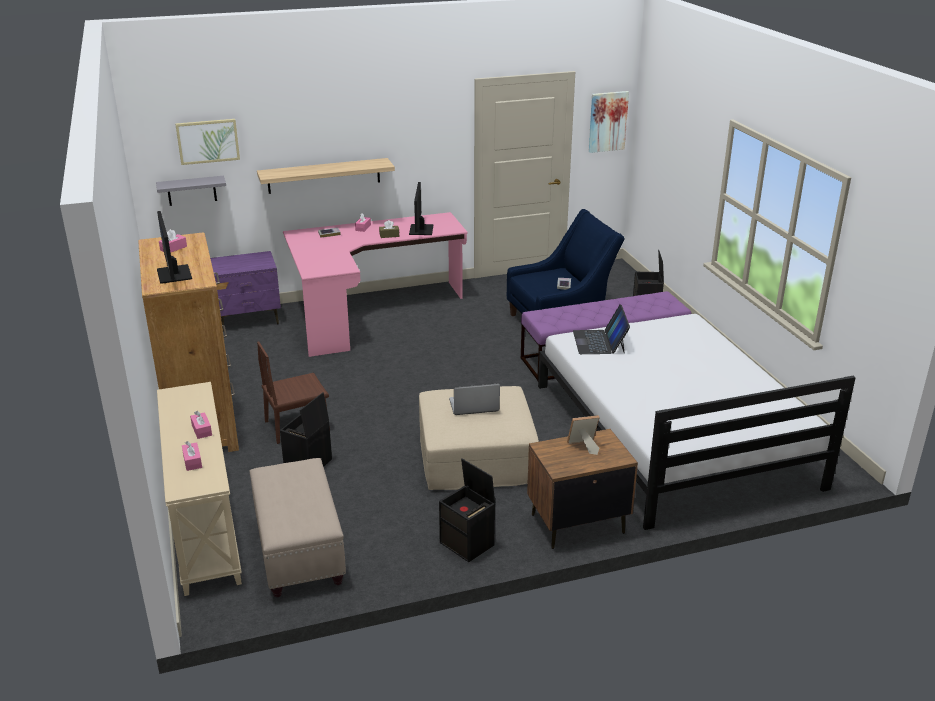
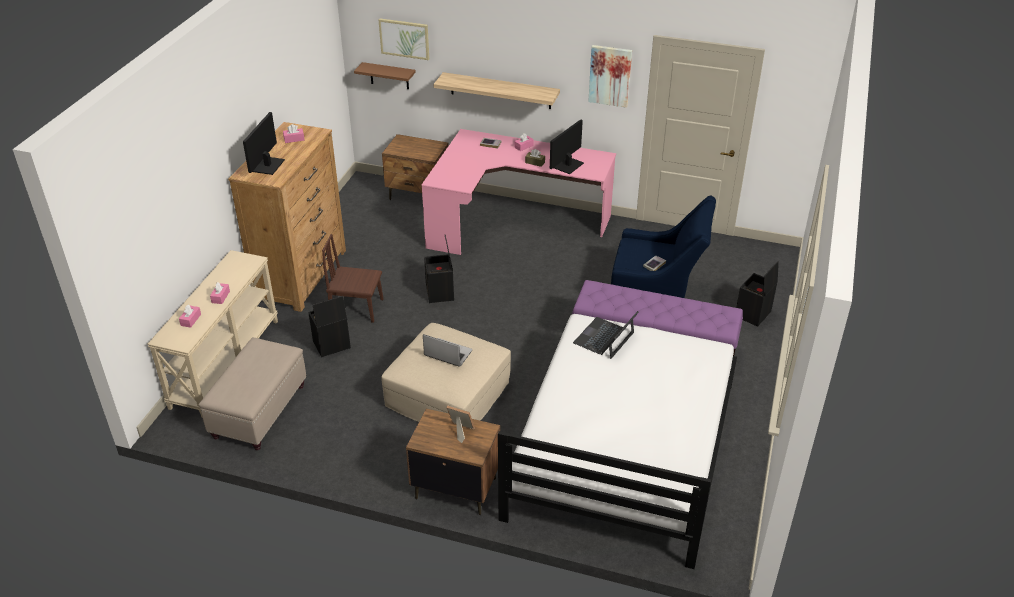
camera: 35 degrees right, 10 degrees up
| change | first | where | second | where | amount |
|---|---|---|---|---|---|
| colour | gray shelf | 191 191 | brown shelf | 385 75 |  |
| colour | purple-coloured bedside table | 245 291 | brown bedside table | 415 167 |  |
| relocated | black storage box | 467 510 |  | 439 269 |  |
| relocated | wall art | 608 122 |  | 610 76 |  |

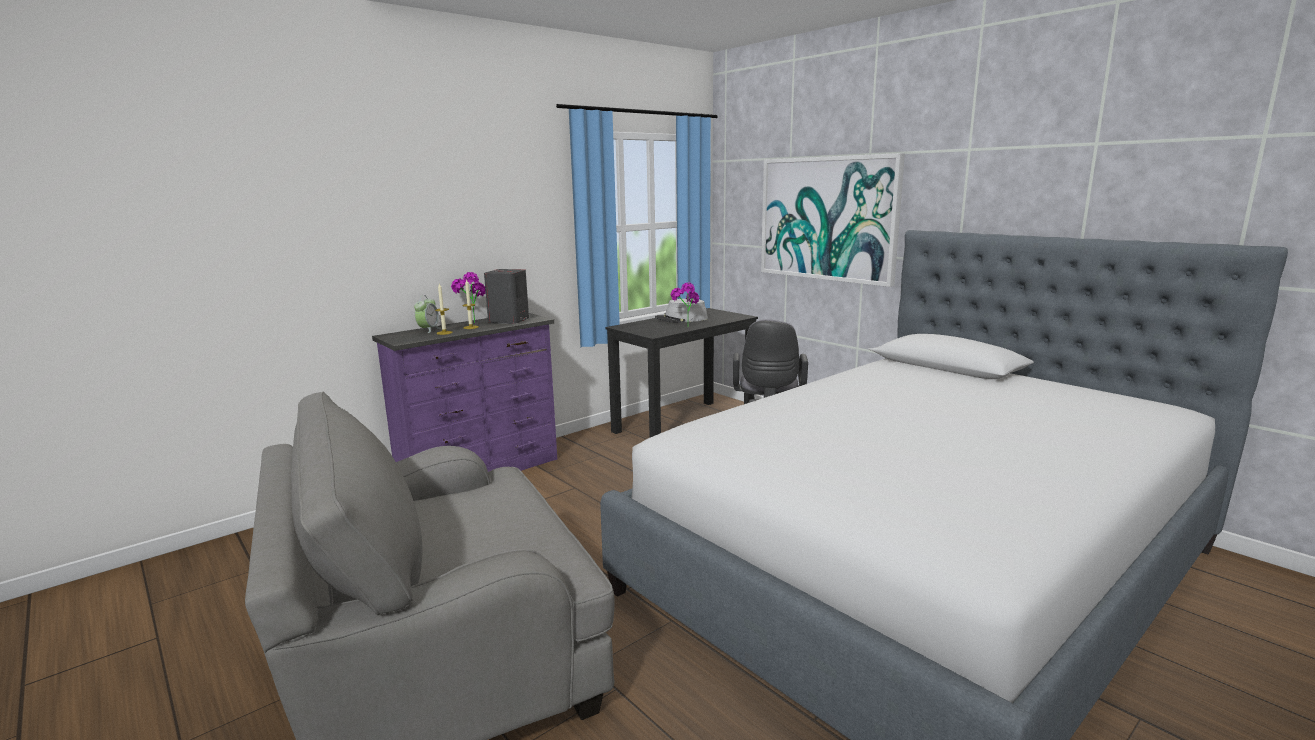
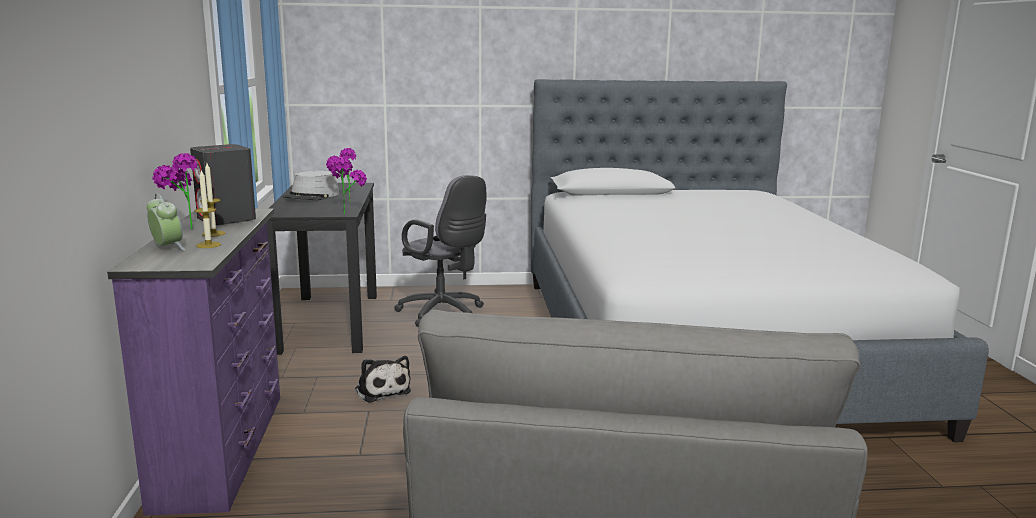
camera: 55 degrees left, 0 degrees up
| change | first | where | second | where | amount |
|---|---|---|---|---|---|
| missing | wall art | 833 220 |  |  |  |
| appeared |  |  | potted plant | 349 186 |  |
| appeared |  |  | soft toy | 383 379 |  |

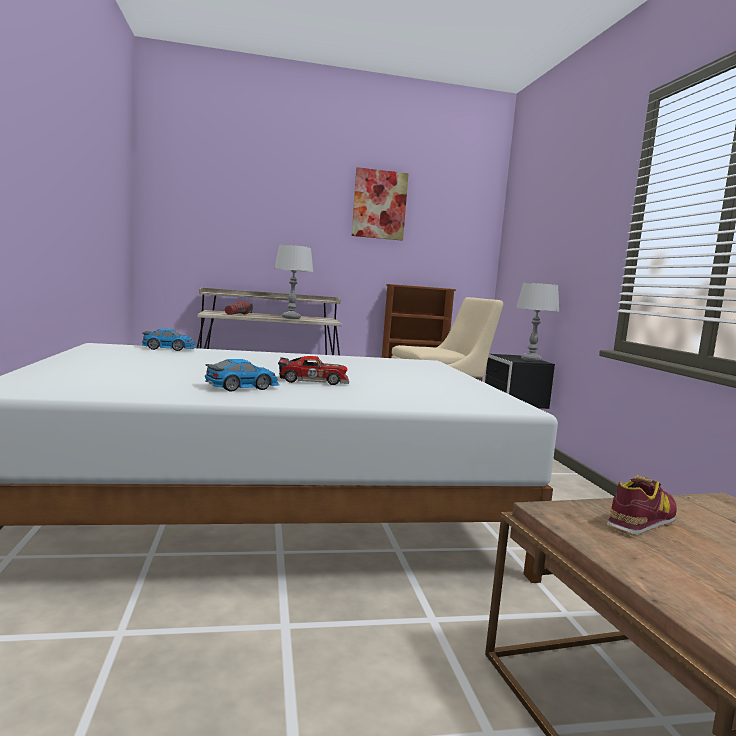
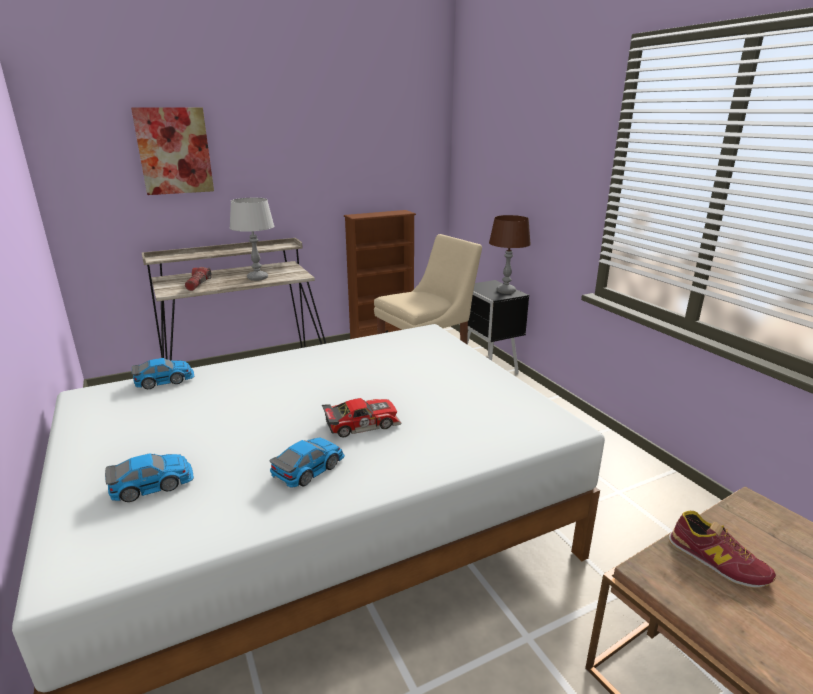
camera: 15 degrees left, 15 degrees up
| change | first | where | second | where | amount |
|---|---|---|---|---|---|
| relocated | wall art | 380 204 |  | 172 151 |  |
| colour | gray tabletop lamp | 537 322 | brown tabletop lamp | 510 254 |  |
| spun | item of footwear | 642 505 |  | 722 549 | 105 degrees clockwise |
| appeared |  |  | toy car | 149 477 |  |

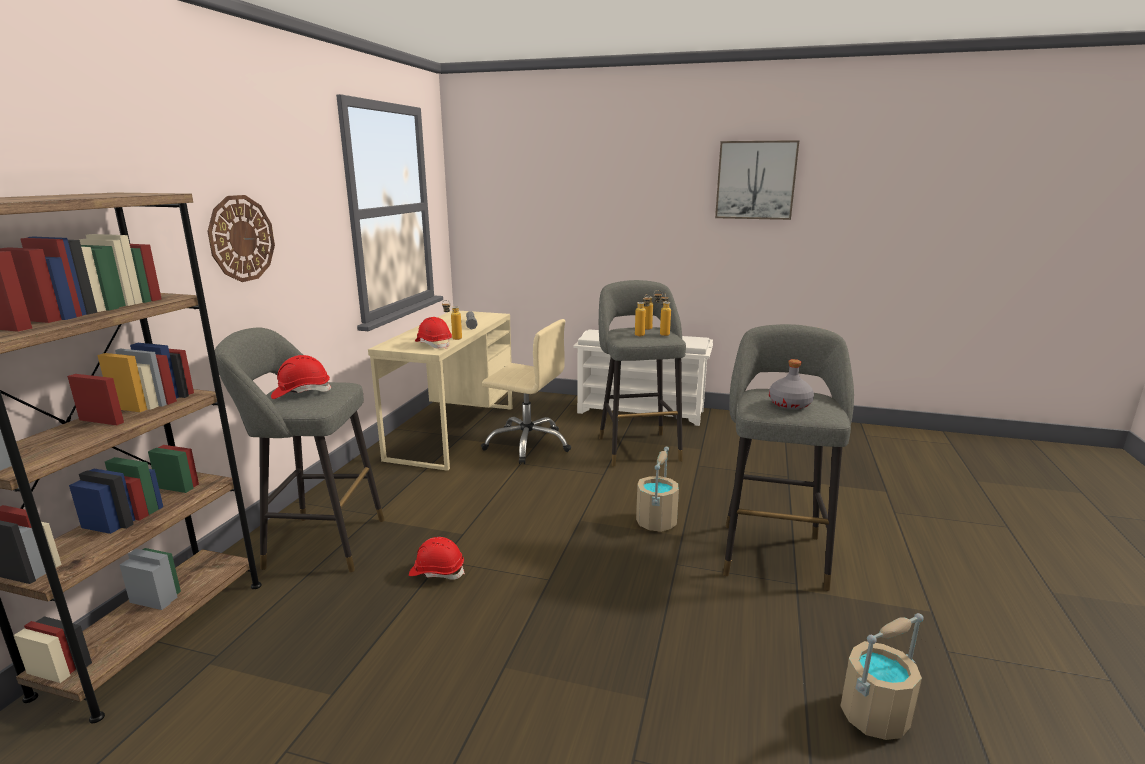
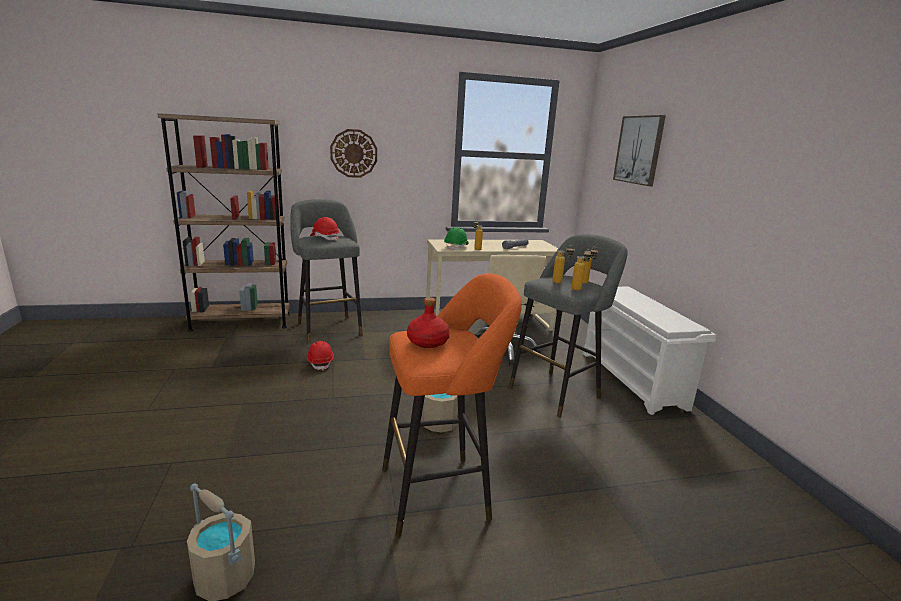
camera: 60 degrees right, 0 degrees up
| change | first | where | second | where | amount |
|---|---|---|---|---|---|
| colour | red-coloured work helmet | 433 333 | green-coloured work helmet | 456 239 |  |
| relocated | wall art | 757 180 |  | 639 150 |  |
| colour | gray stool | 788 457 | orange stool | 452 405 |  |
| colour | gray beverage bottle | 791 384 | red-coloured beverage bottle | 428 322 |  |

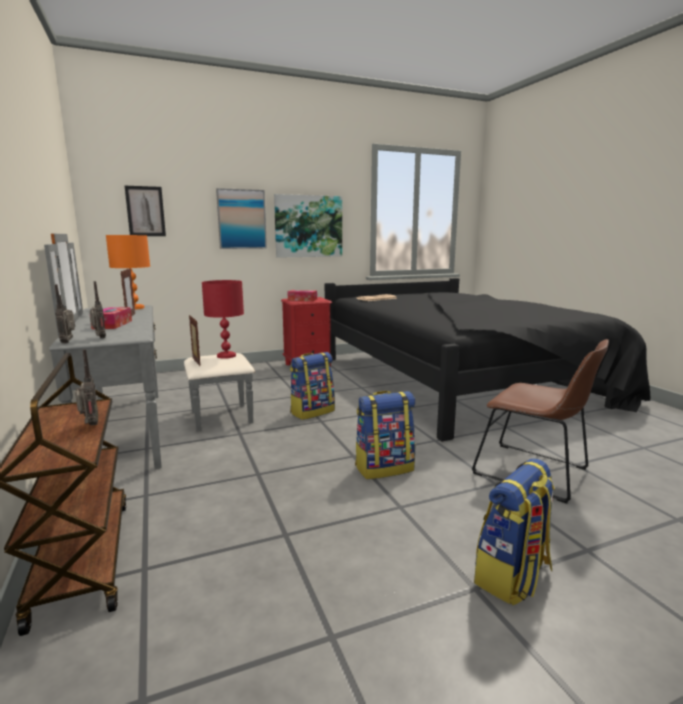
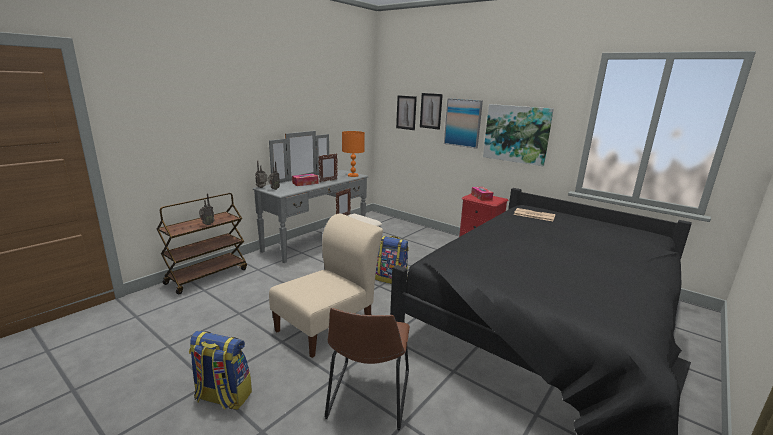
camera: 60 degrees right, 5 degrees up
| change | first | where | second | where | amount |
|---|---|---|---|---|---|
| missing | red-coloured tabletop lamp | 223 319 |  |  |  |
| exchanged | rucksack | 385 435 | sand-coloured chair | 326 286 |  |
| appeared |  |  | wall art | 431 111 |  |

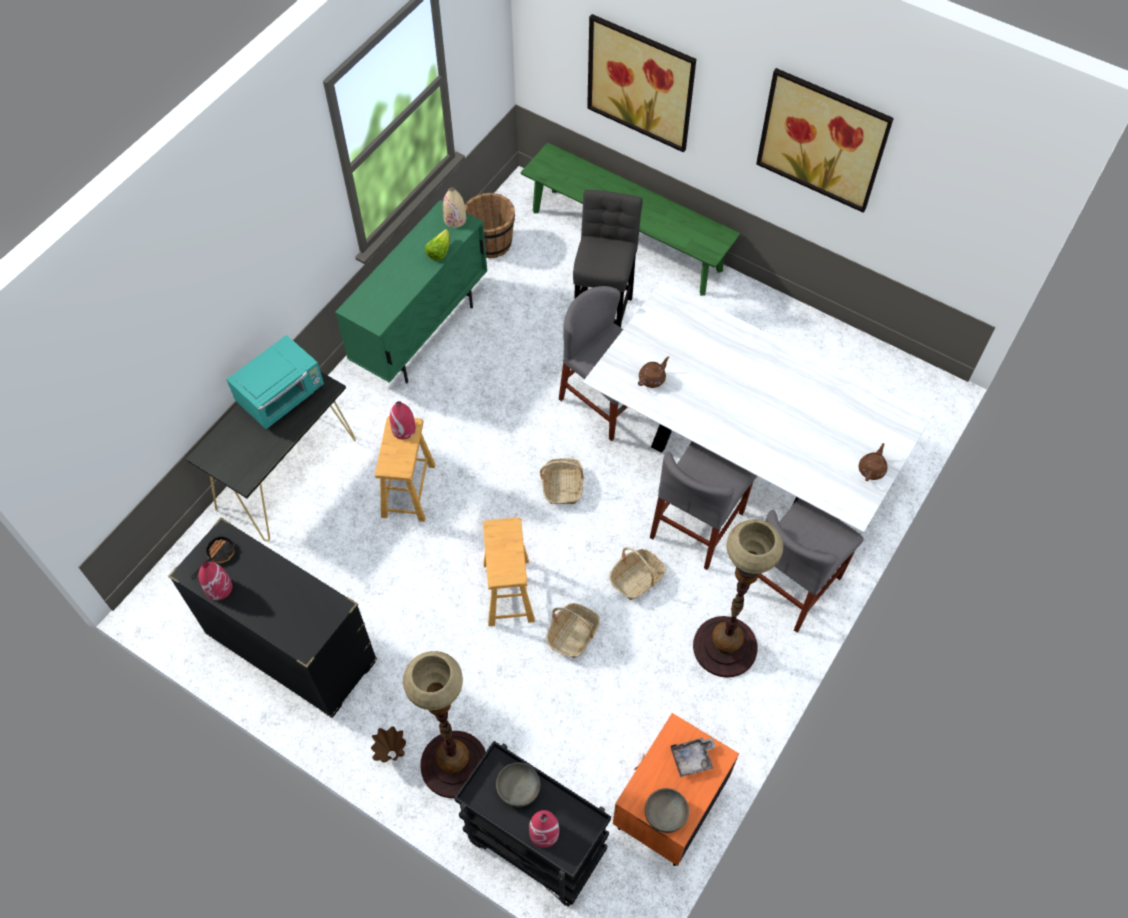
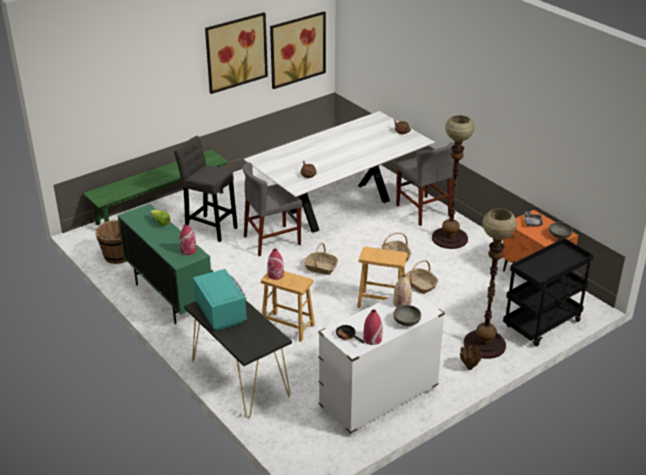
camera: 70 degrees left, 25 degrees down
| change | first | where | second | where | amount |
|---|---|---|---|---|---|
| colour | black drawer chest | 272 617 | white drawer chest | 381 362 |  |
| relocated | sand-coloured decorative vase | 454 207 |  | 402 291 |  |
| relocated | gray serving bowl | 518 784 |  | 407 315 |  |
| relocated | red-coloured decorative vase | 544 829 |  | 188 239 |  |
| relocated | wall art | 641 83 |  | 298 50 |  |
| missing | gray chair | 703 505 |  |  |  |

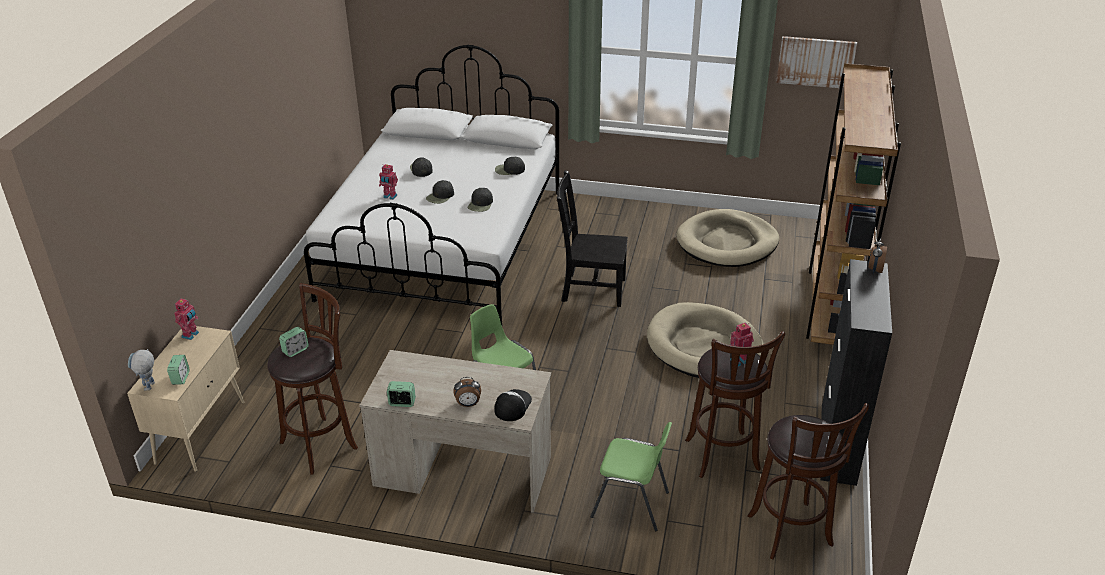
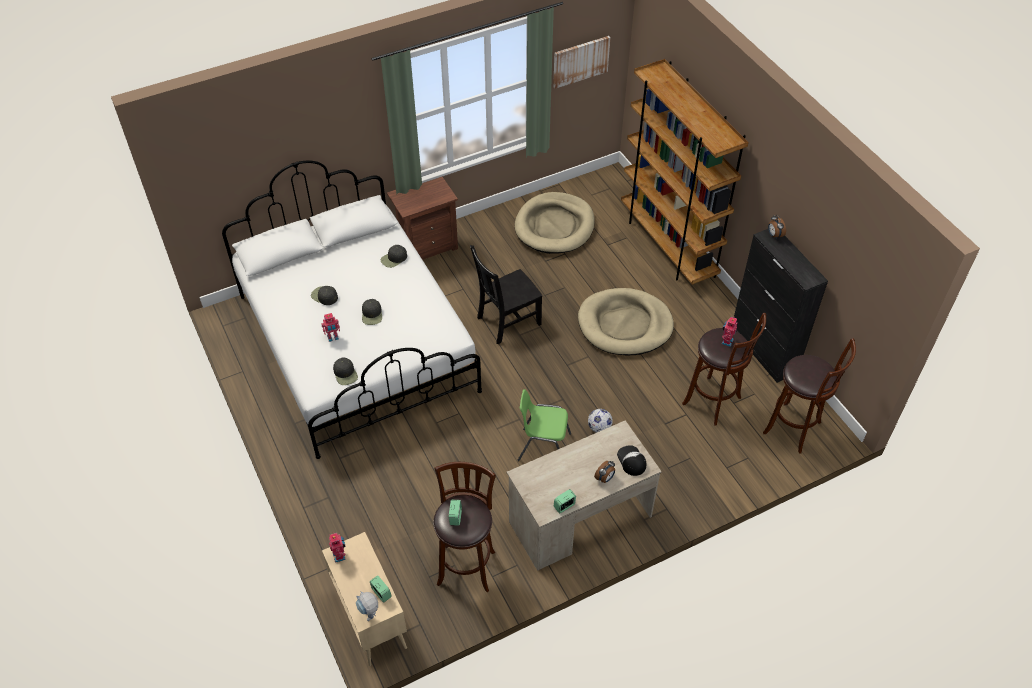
camera: 40 degrees left, 15 degrees up
| change | first | where | second | where | amount |
|---|---|---|---|---|---|
| relocated | black peaked cap | 480 200 |  | 345 371 |  |
| missing | green-coloured chair | 631 476 |  |  |  |
| appeared |  |  | brown bedside table | 422 218 |  |
| appeared |  |  | ball for football | 600 421 |  |

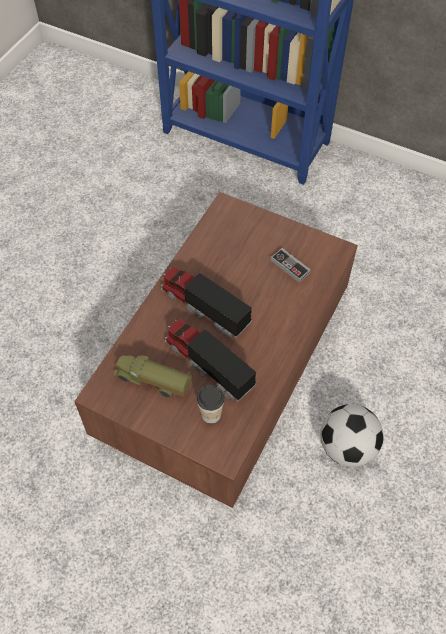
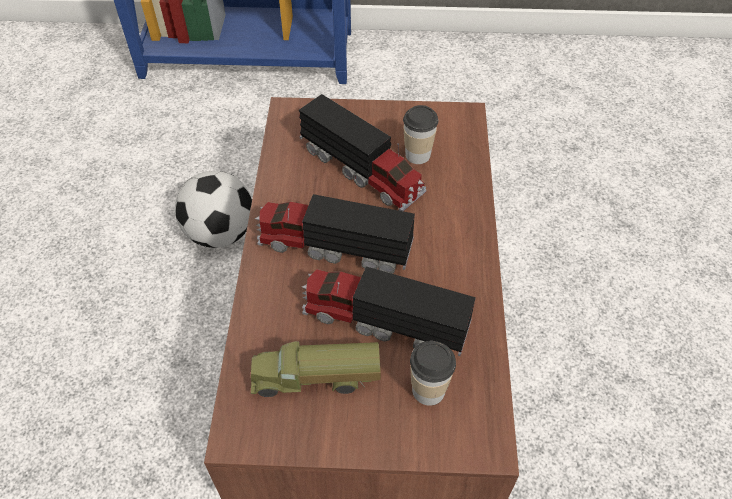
camera: 25 degrees left, 5 degrees down
| change | first | where | second | where | amount |
|---|---|---|---|---|---|
| exchanged | joypad | 290 265 | small cup | 420 134 |  |
| relocated | ball for football | 352 435 |  | 213 209 |  |
| appeared |  |  | toy truck | 362 152 |  |

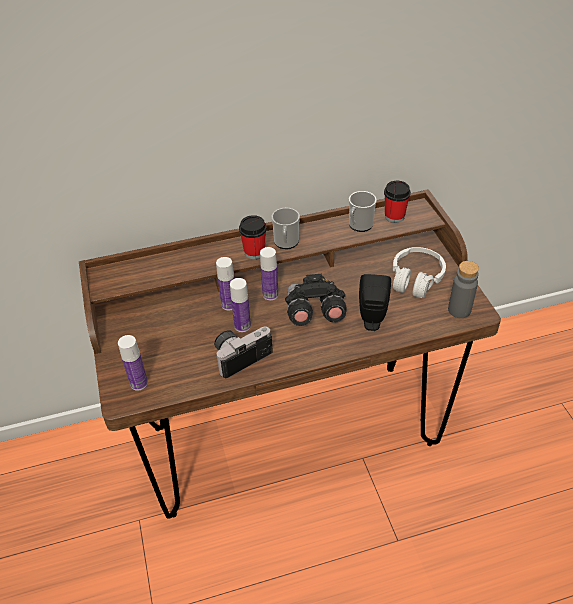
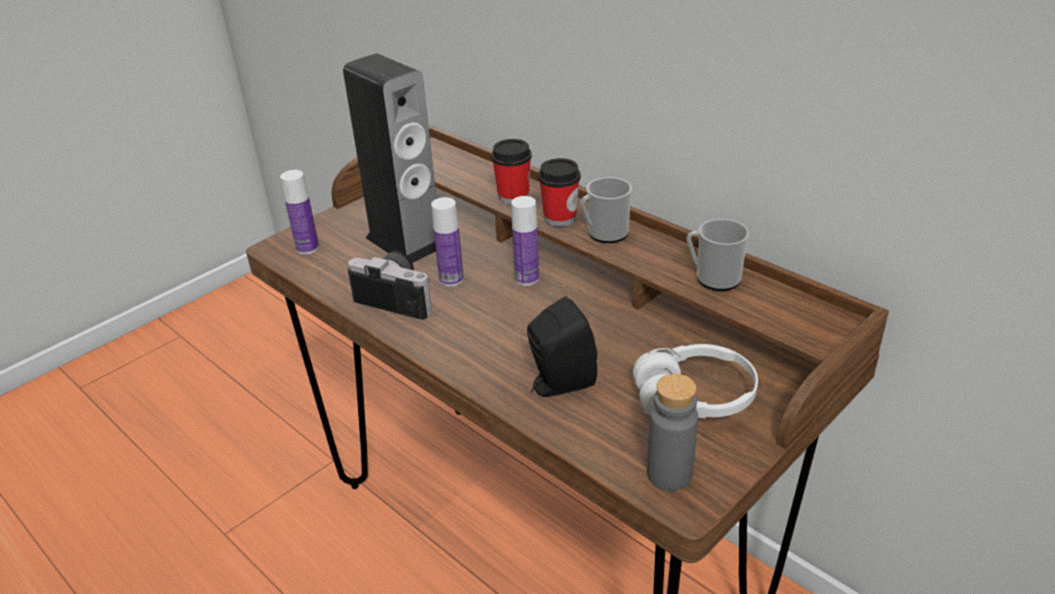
camera: 60 degrees right, 10 degrees down
| change | first | where | second | where | amount |
|---|---|---|---|---|---|
| missing | beverage bottle | 225 284 |  |  |  |
| missing | black pair of binoculars | 316 300 |  |  |  |
| relocated | small cup | 397 202 |  | 511 172 |  |
| appeared |  |  | loudspeaker | 390 158 |  |

